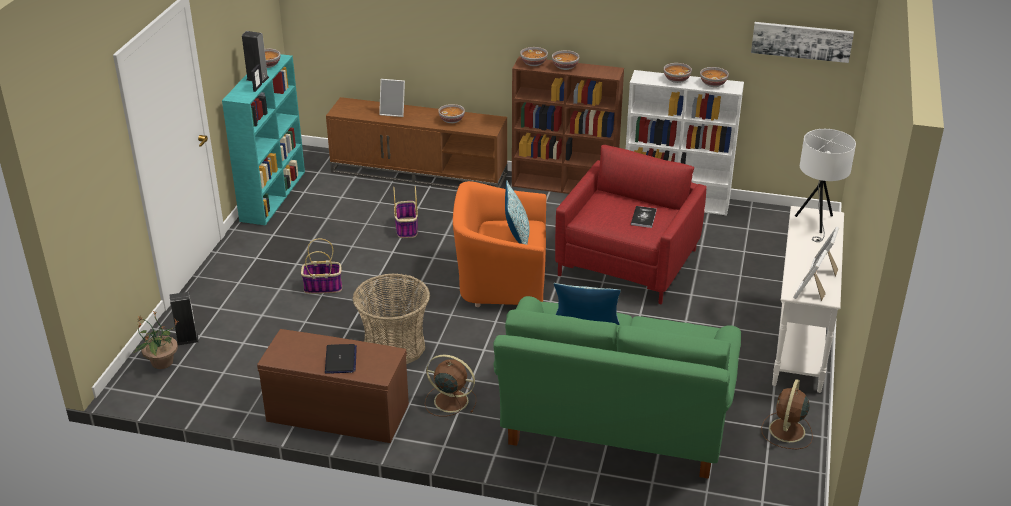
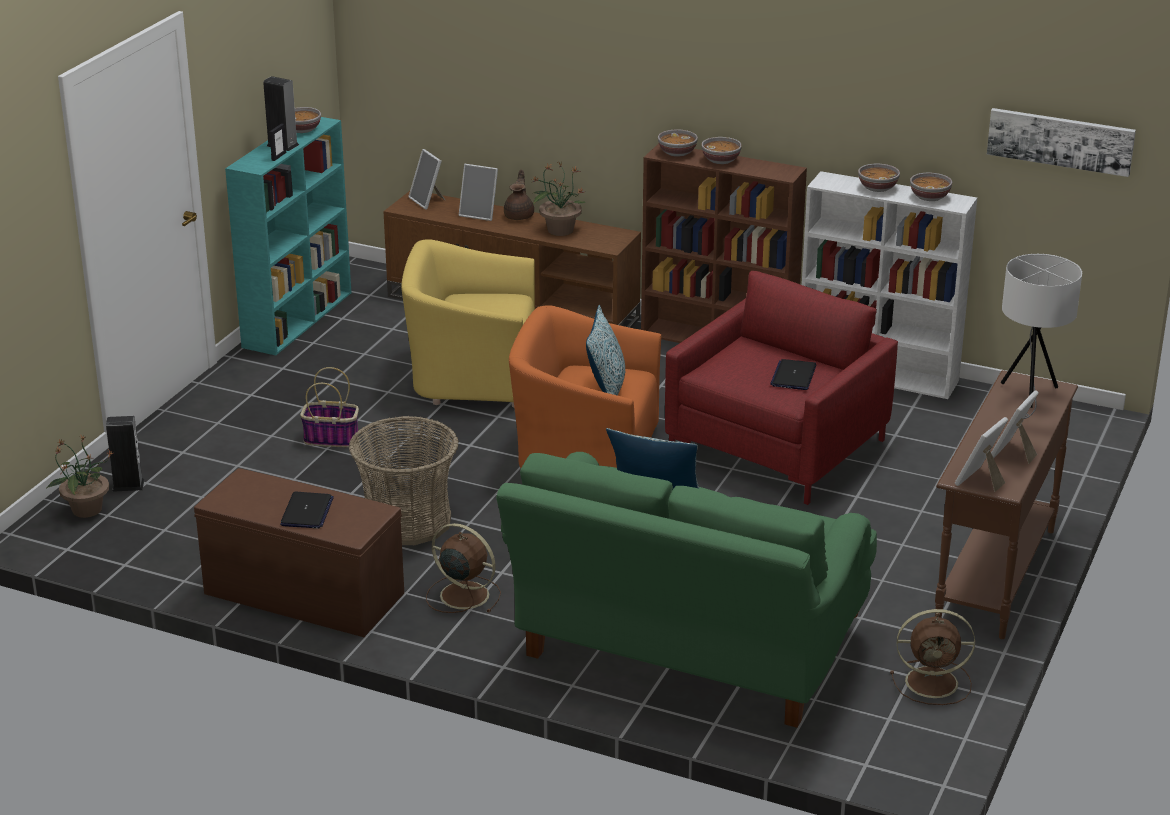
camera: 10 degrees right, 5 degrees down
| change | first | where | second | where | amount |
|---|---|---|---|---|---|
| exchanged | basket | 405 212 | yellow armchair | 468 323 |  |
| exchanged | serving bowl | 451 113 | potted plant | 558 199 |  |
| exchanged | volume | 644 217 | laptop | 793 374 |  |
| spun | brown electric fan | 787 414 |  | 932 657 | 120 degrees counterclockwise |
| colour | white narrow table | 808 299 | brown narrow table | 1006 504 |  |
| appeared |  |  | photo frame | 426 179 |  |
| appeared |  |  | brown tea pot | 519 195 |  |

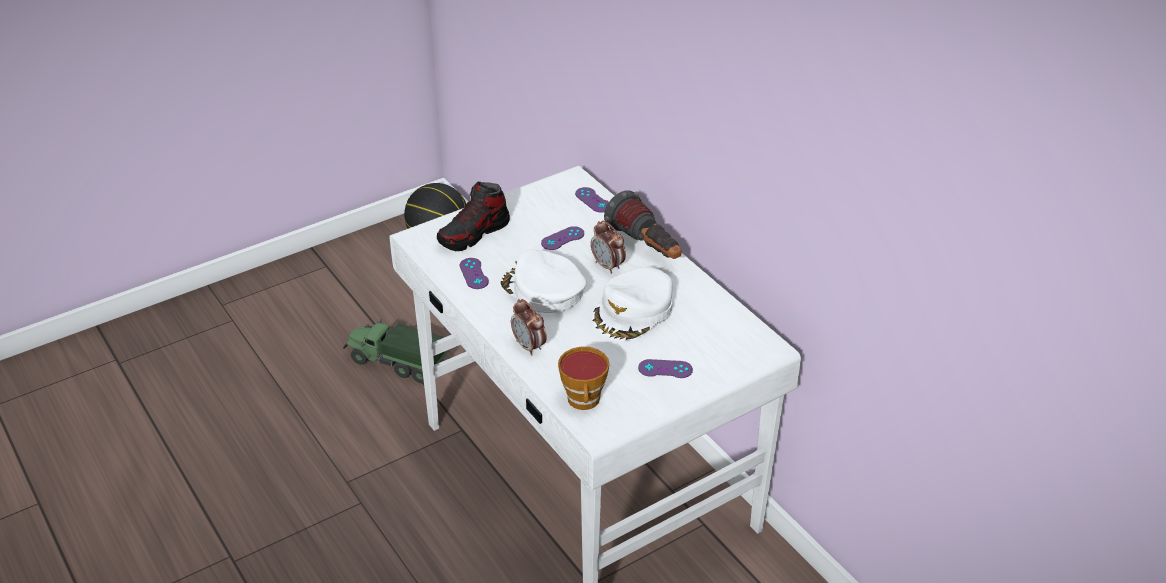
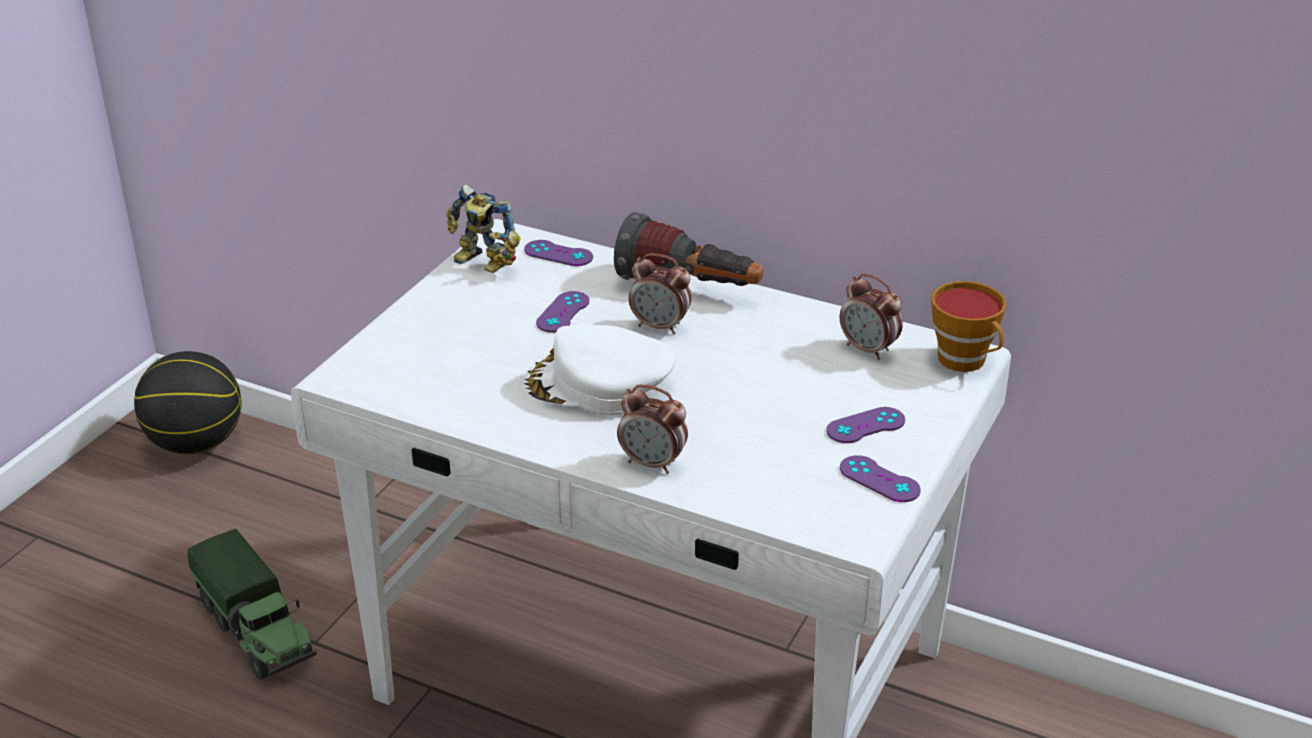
camera: 30 degrees left, 5 degrees down
| change | first | where | second | where | amount |
|---|---|---|---|---|---|
| spun | toy truck | 395 351 |  | 252 604 | 120 degrees counterclockwise |
| missing | item of footwear | 473 216 |  |  |  |
| relocated | purple-coloured joypad | 474 273 |  | 880 478 |  |
| relocated | small cup | 583 378 |  | 968 326 |  |
| missing | white peaked cap | 632 304 |  |  |  |
| appeared |  |  | robot figure | 483 228 |  |
| appeared |  |  | bedside clock | 871 317 |  |

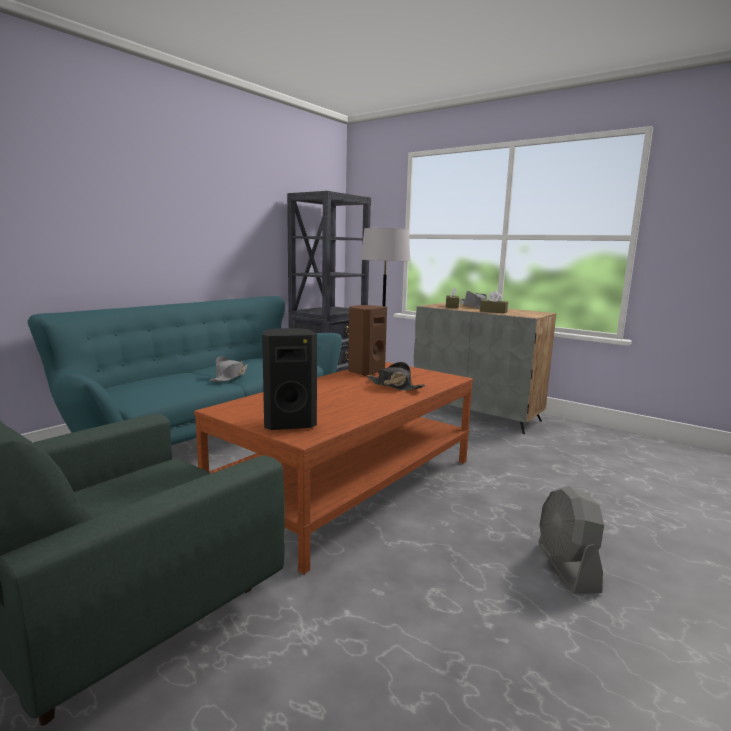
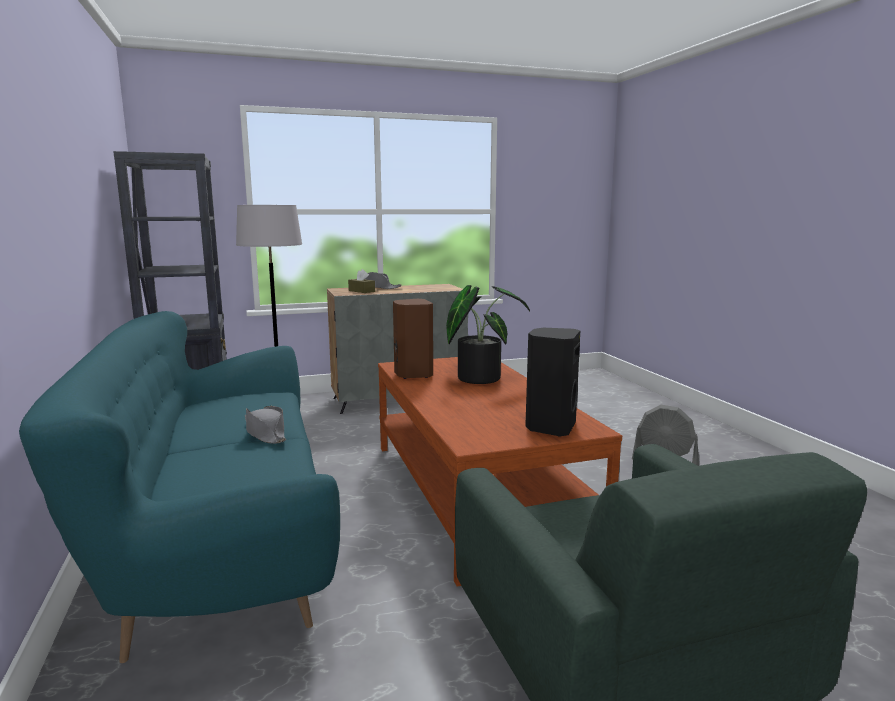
camera: 55 degrees left, 0 degrees up
| change | first | where | second | where | amount |
|---|---|---|---|---|---|
| exchanged | black clothing hat | 396 376 | potted plant | 488 334 |  |
| missing | brown tissue holder | 494 301 |  |  |  |

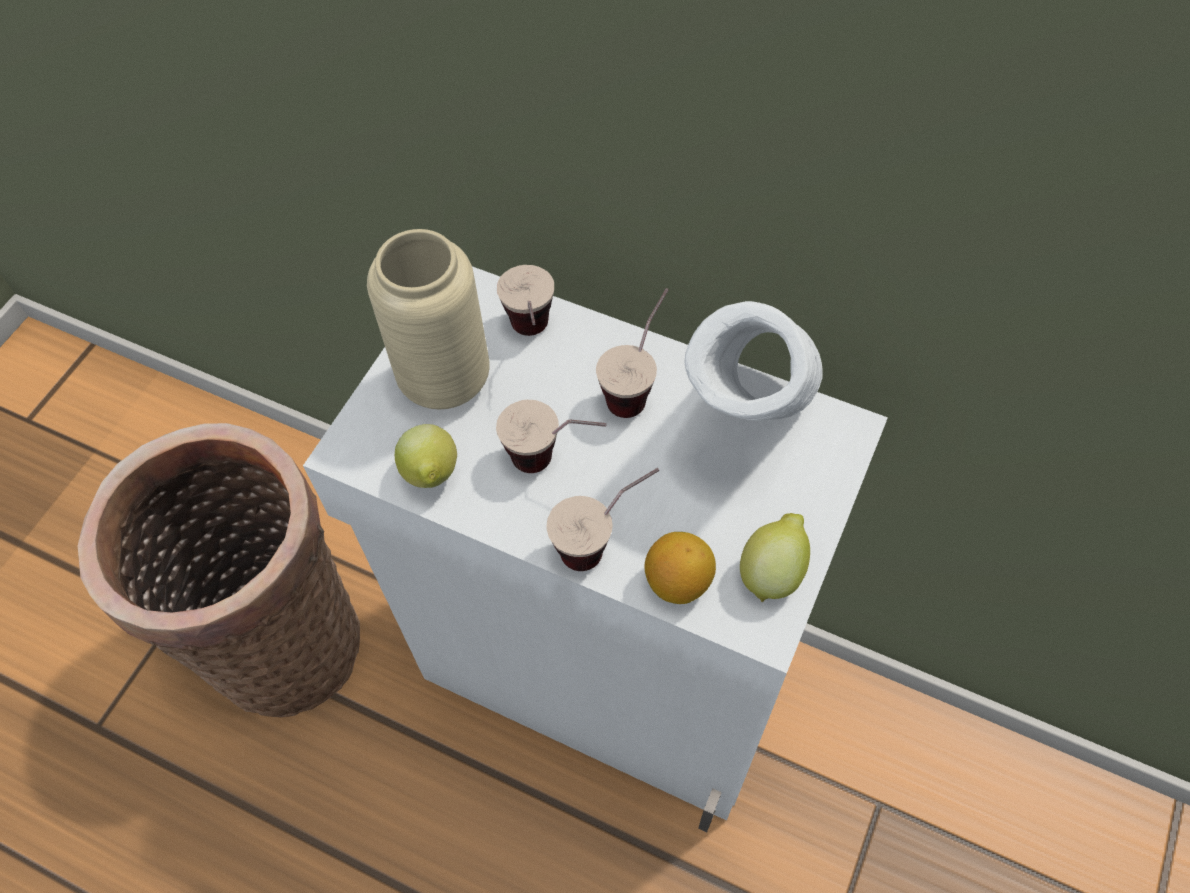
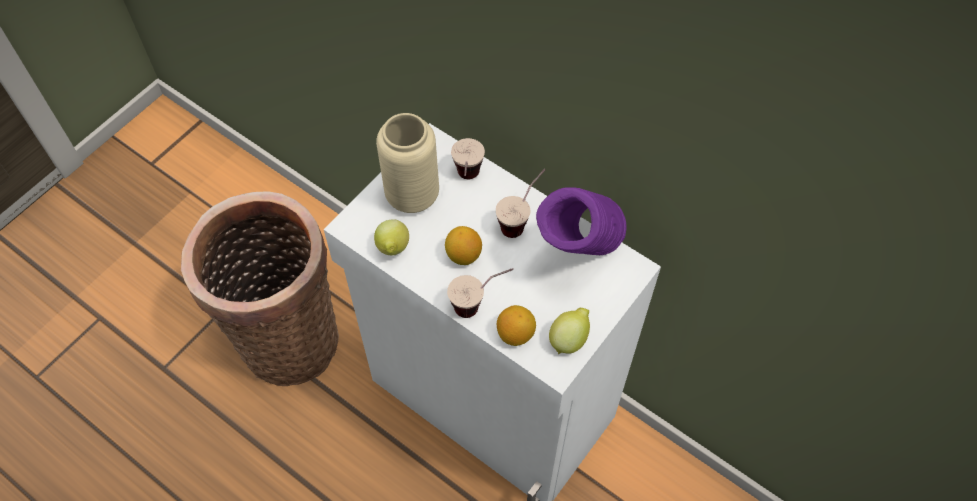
camera: 10 degrees right, 0 degrees up
| change | first | where | second | where | amount |
|---|---|---|---|---|---|
| exchanged | small cup | 551 436 | lemon | 463 245 |  |
| colour | white decorative vase | 753 361 | purple-coloured decorative vase | 581 221 |  |

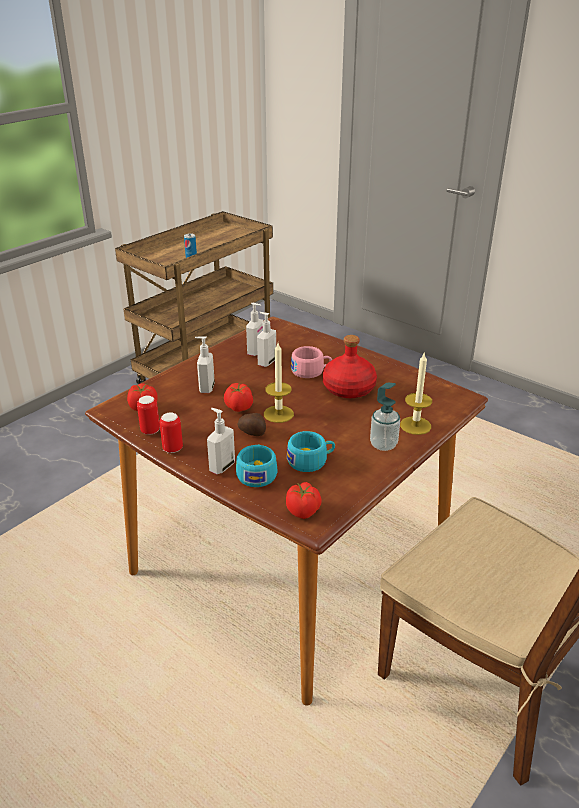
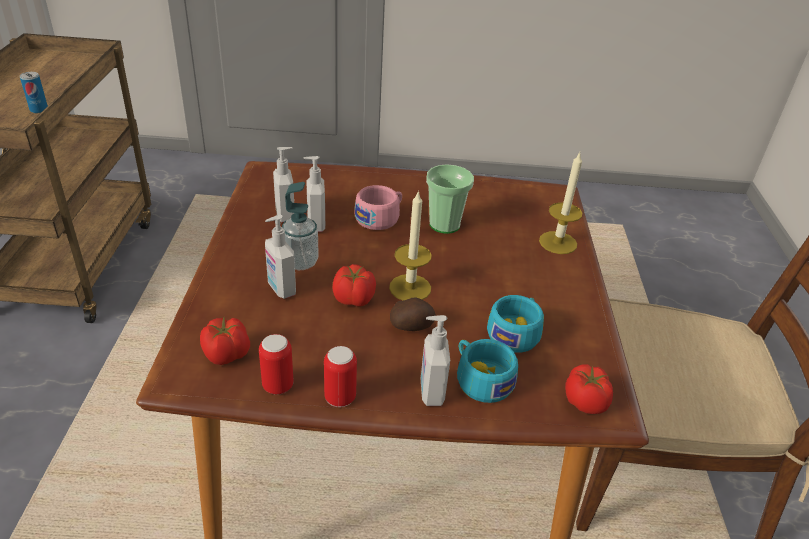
camera: 40 degrees left, 5 degrees up
| change | first | where | second | where | amount |
|---|---|---|---|---|---|
| exchanged | red-coloured beverage bottle | 350 366 | small cup | 450 199 |  |
| relocated | soap dispenser | 385 417 |  | 300 226 |  |

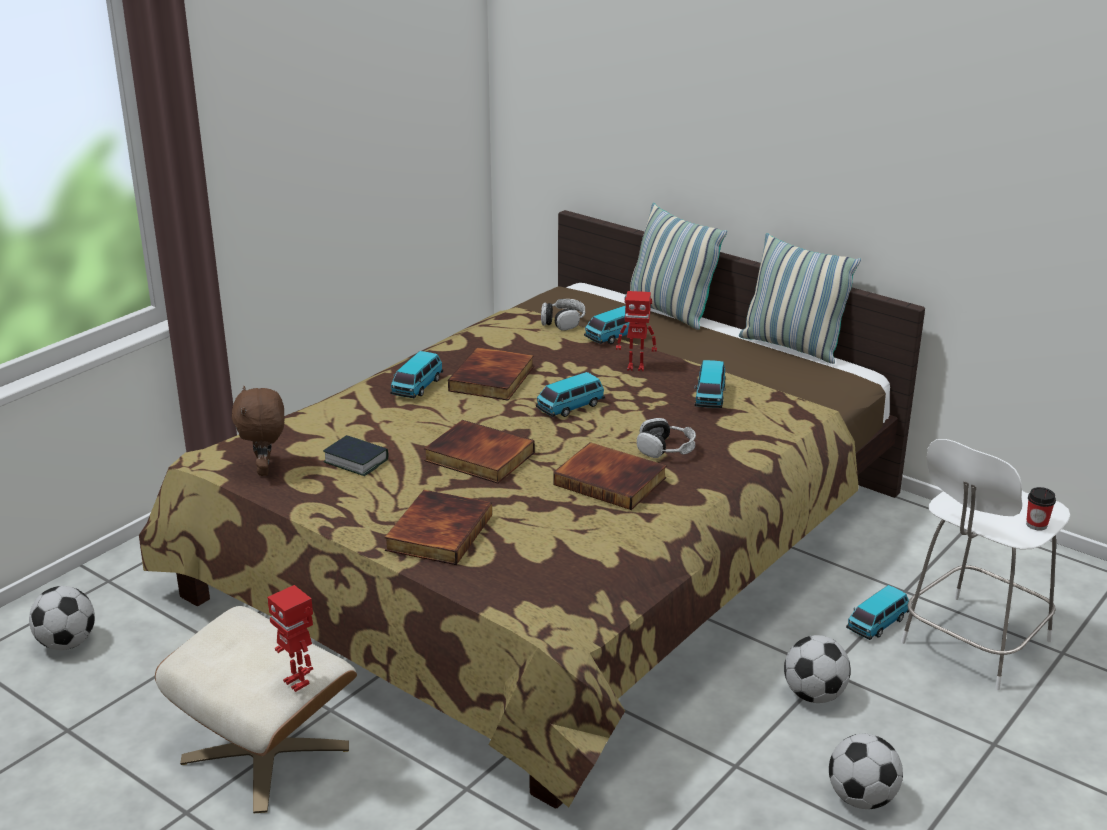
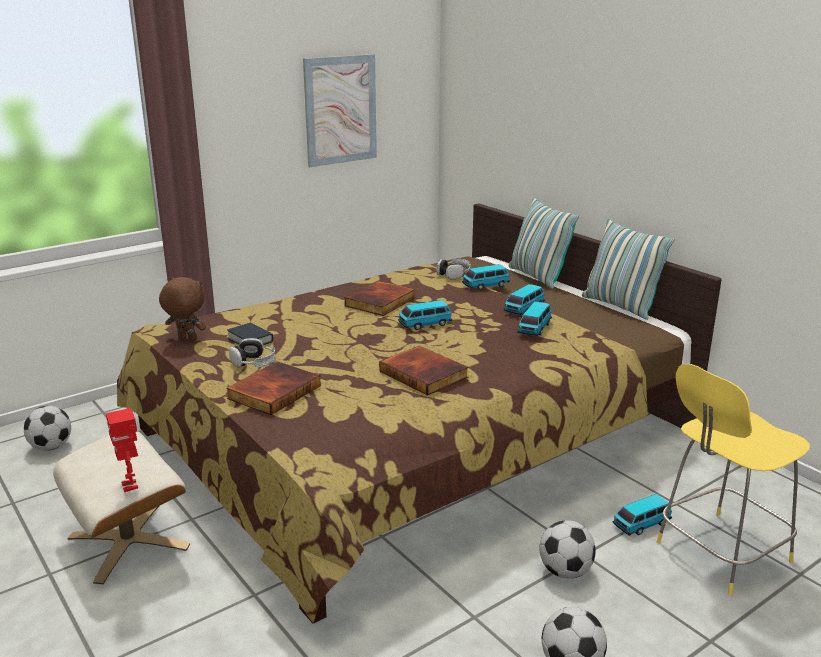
camera: 15 degrees right, 5 degrees down
| change | first | where | second | where | amount |
|---|---|---|---|---|---|
| spun | brown soft toy | 258 431 |  | 182 309 | 105 degrees clockwise |
| relocated | toy car | 416 375 |  | 524 299 |  |
| missing | volume | 479 452 |  |  |  |
| missing | robot figure | 636 331 |  |  |  |
| relocated | headphones | 666 438 |  | 252 353 |  |
| colour | white stool | 985 564 | yellow stool | 733 479 |  |
| missing | small cup | 1041 509 |  |  |  |
| appeared |  |  | wall art | 340 110 |  |

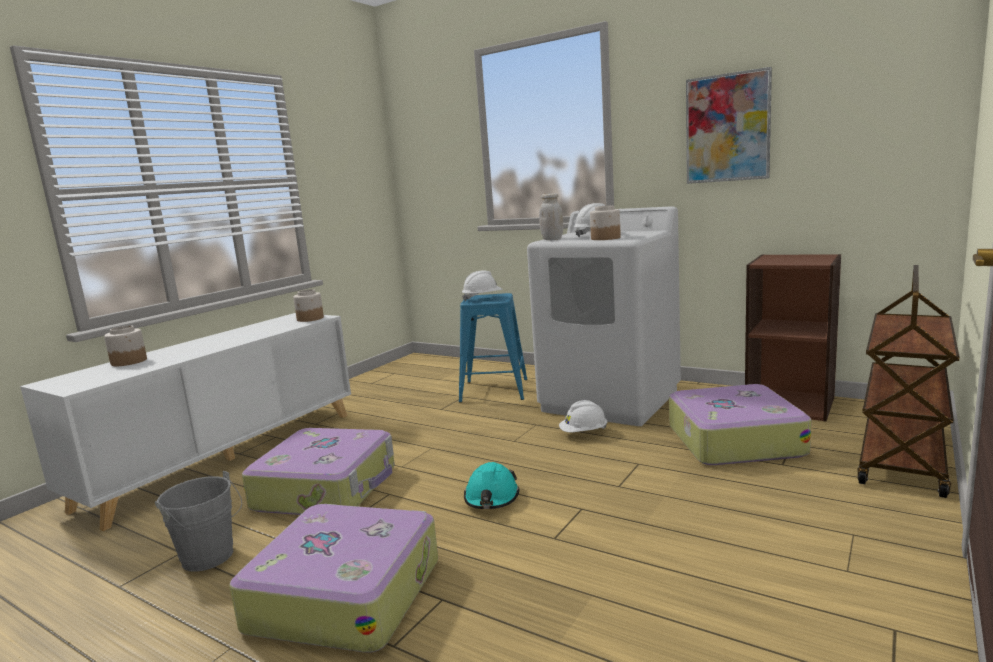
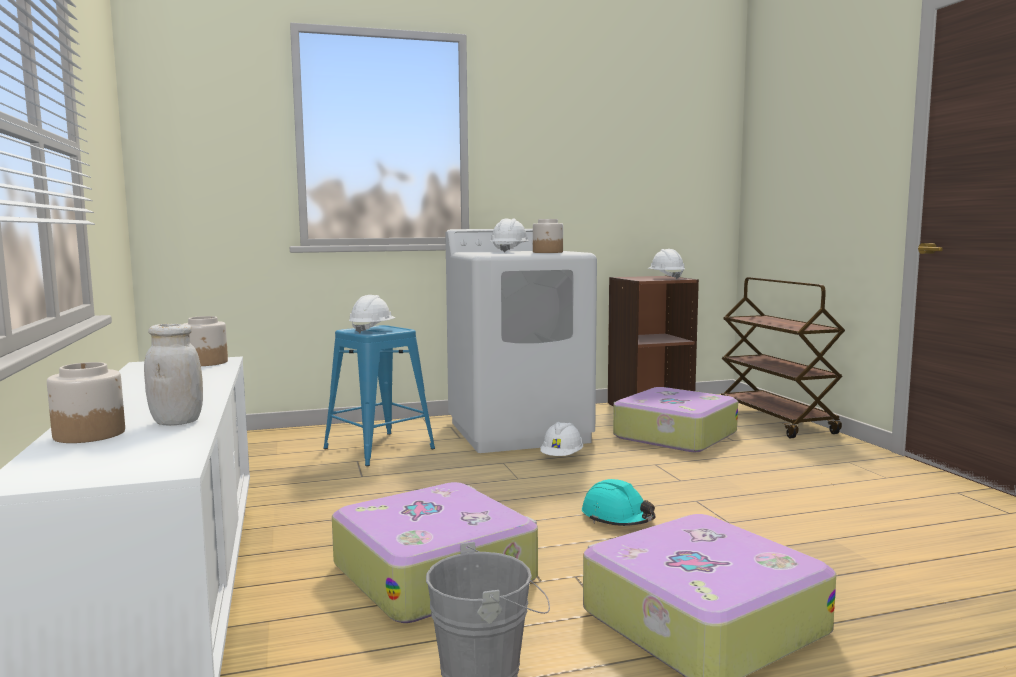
camera: 50 degrees left, 5 degrees down
| change | first | where | second | where | amount |
|---|---|---|---|---|---|
| relocated | white storage jar | 551 216 |  | 173 374 |  |
| missing | wall art | 729 125 |  |  |  |
| appeared |  |  | white work helmet | 666 264 |  |

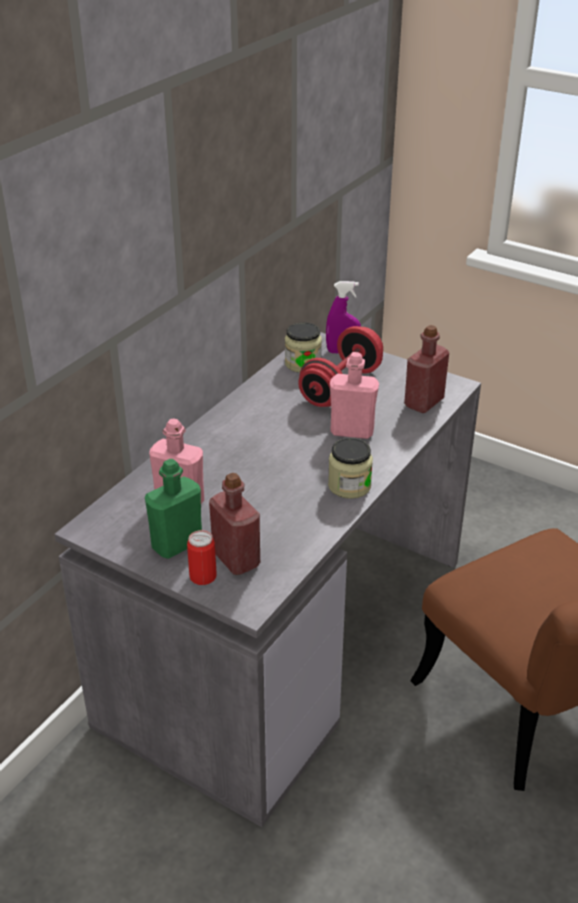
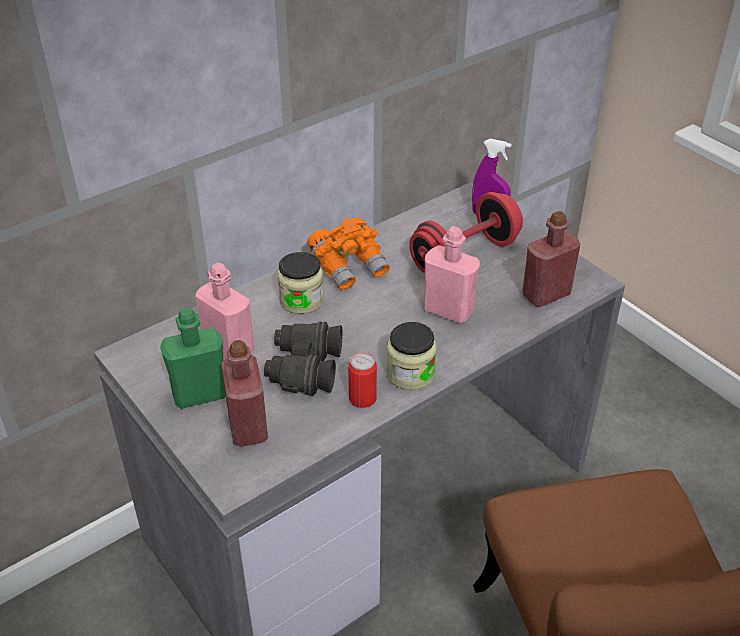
camera: 20 degrees right, 5 degrees up
| change | first | where | second | where | amount |
|---|---|---|---|---|---|
| relocated | sealed can | 202 557 |  | 362 380 |  |
| relocated | storage jar | 303 347 |  | 300 283 |  |
| appeared |  |  | black pair of binoculars | 303 359 |  |
| appeared |  |  | orange pair of binoculars | 348 254 |  |

